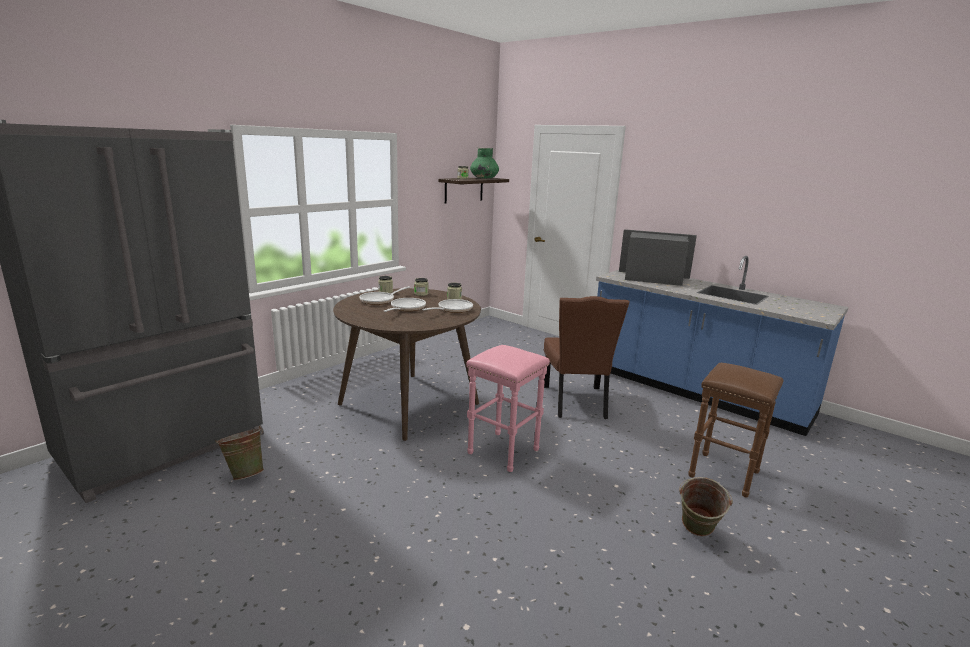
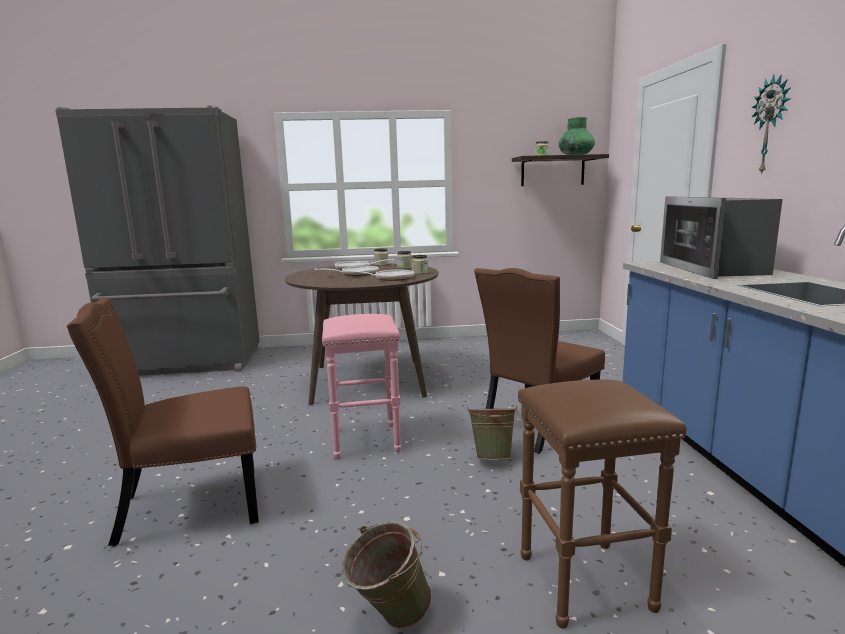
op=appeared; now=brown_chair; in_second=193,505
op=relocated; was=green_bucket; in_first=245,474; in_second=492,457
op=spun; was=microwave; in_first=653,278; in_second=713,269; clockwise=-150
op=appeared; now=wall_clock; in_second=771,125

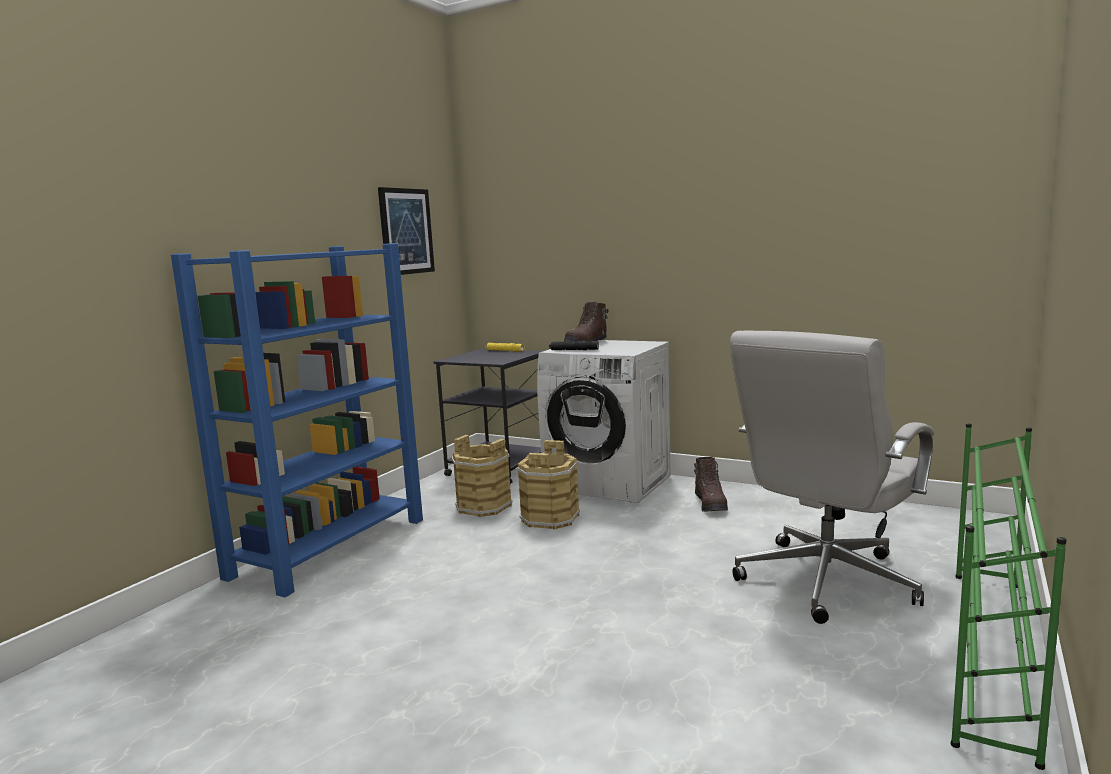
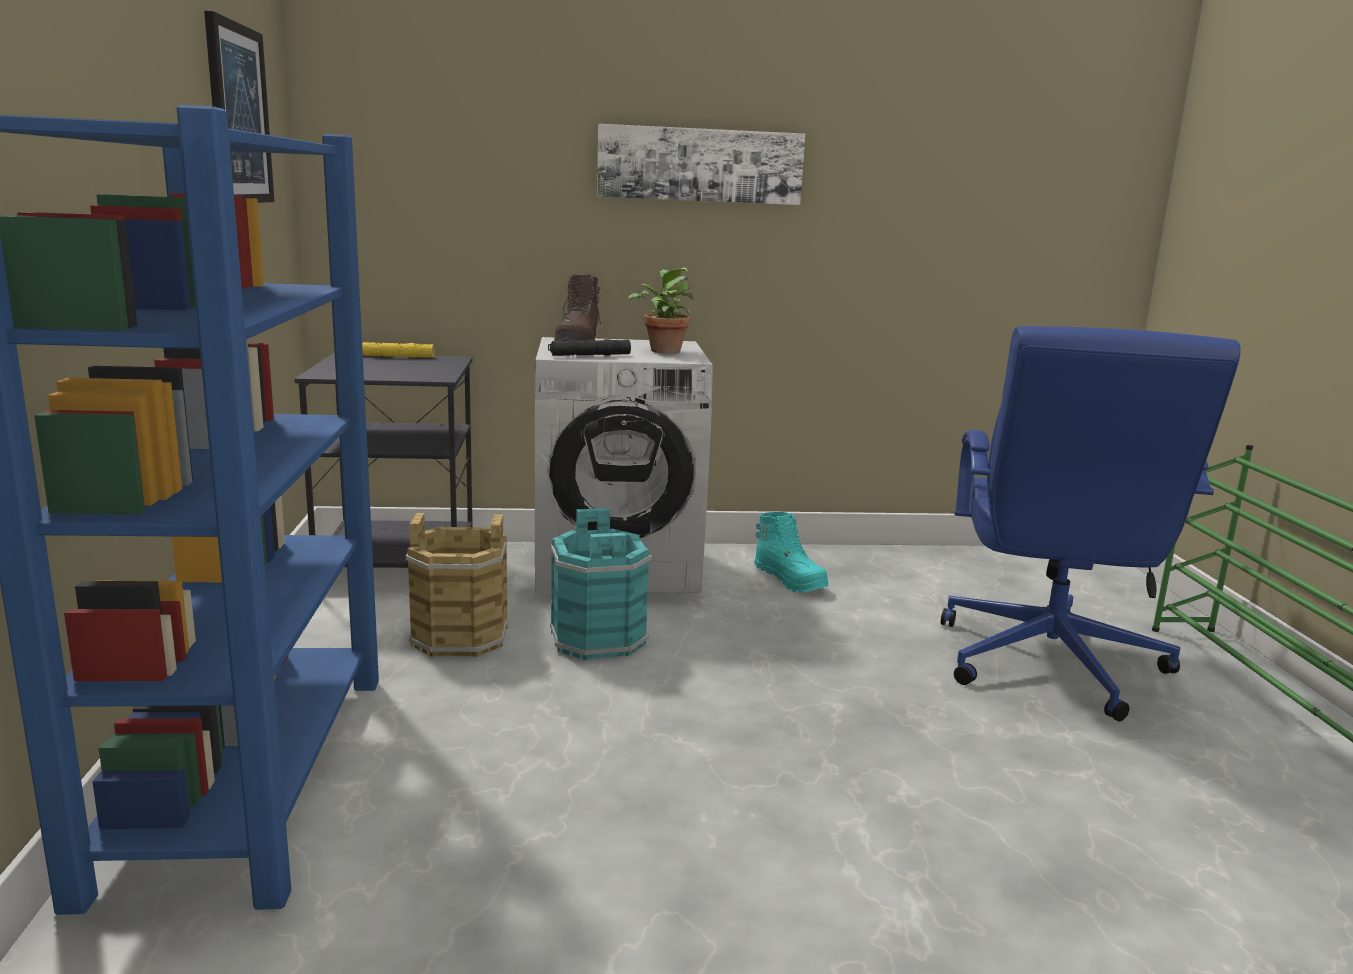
op=colour; was=brown_bucket; now=turquoise_bucket; in_first=550,518; in_second=598,638
op=appeared; now=picture; in_second=700,165
op=appeared; now=potted_plant; in_second=663,350
op=colour; was=brown_boot; now=turquoise_boot; in_first=711,504; in_second=790,580
op=colour; was=grey_office_chair; now=blue_office_chair; in_first=827,579; in_second=1049,660

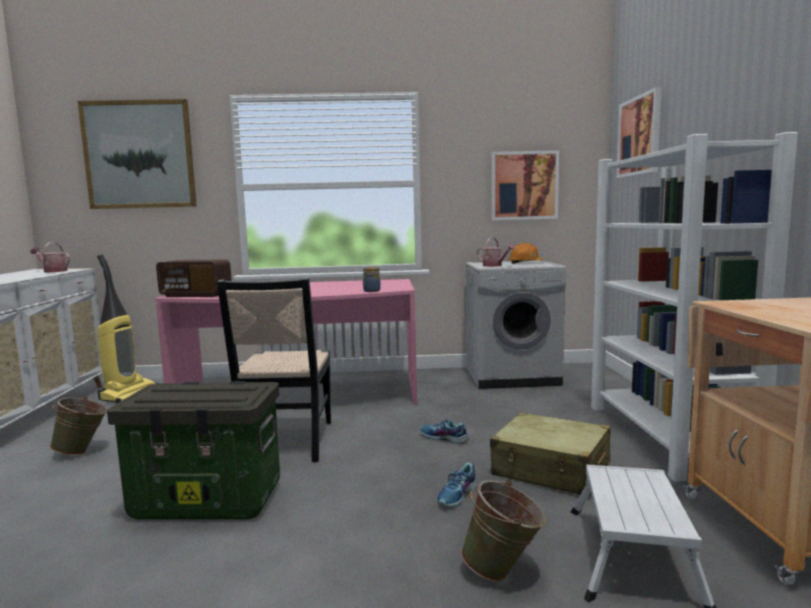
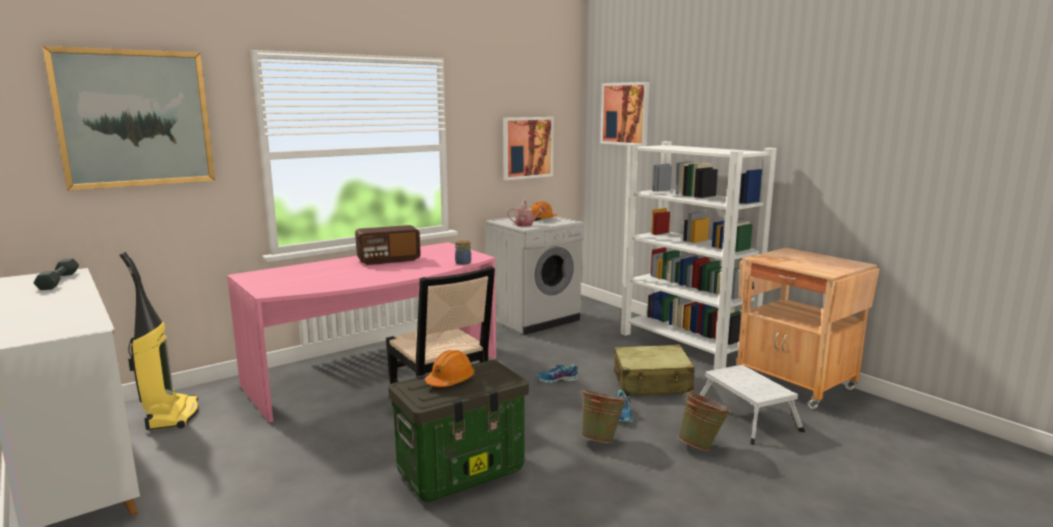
op=exchanged; was=watering_can; now=grey_dumbbell; in_first=53,271; in_second=58,280
op=relocated; was=radio; in_first=196,295; in_second=388,260
op=appeared; now=orange_hard_hat; in_second=450,381
op=relocated; was=green_bucket; in_first=83,451; in_second=601,439

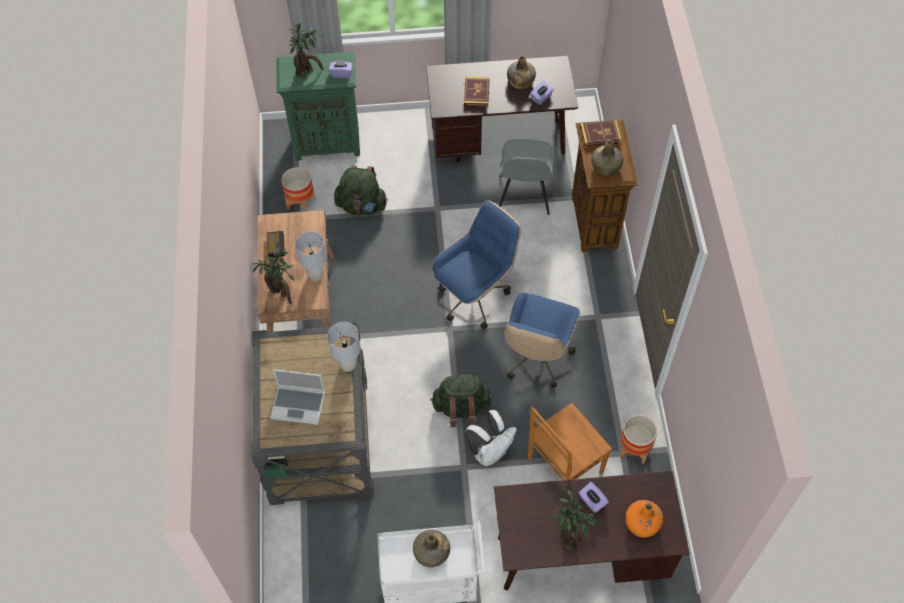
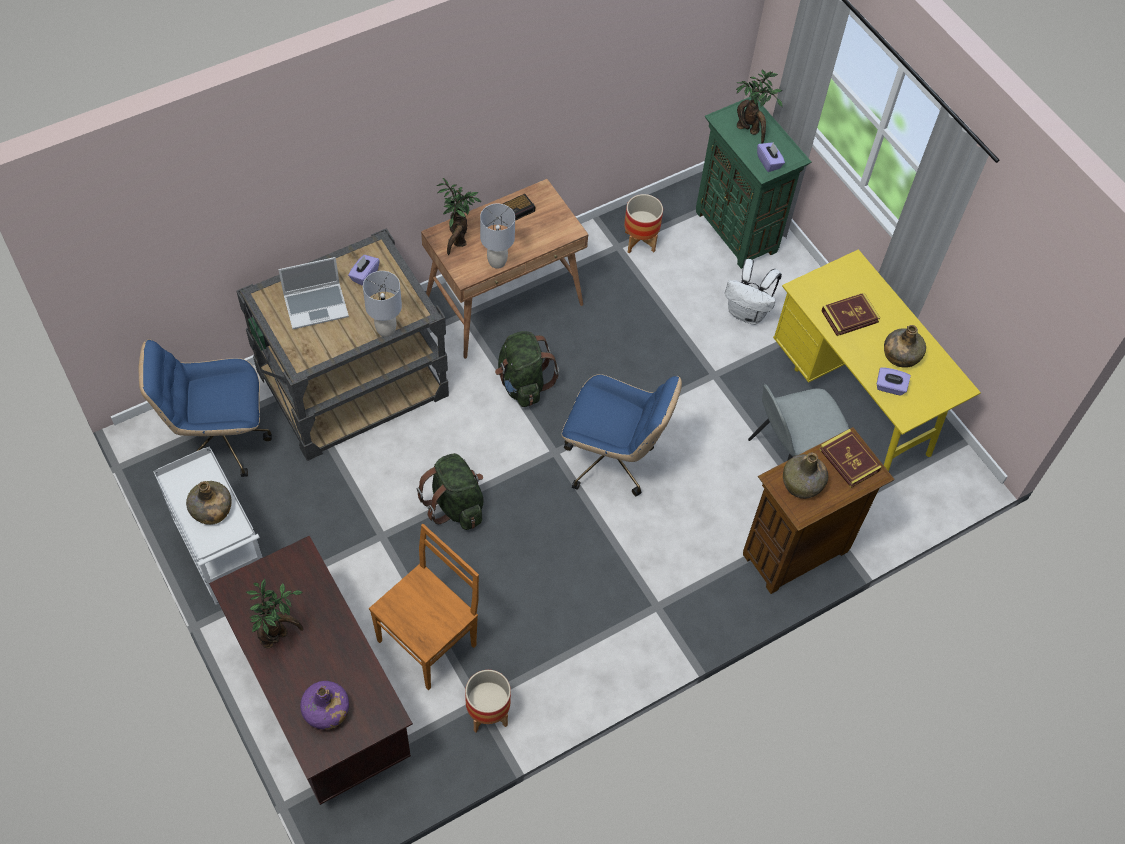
op=relocated; was=blue_office_chair; in_first=536,360; in_second=220,442
op=spun; was=laptop; in_first=299,405; in_second=317,306; clockwise=-90
op=colour; was=orange_bottle; now=purple_bottle; in_first=642,523; in_second=326,711
op=relocated; was=purple_tissue_box; in_first=592,501; in_second=364,275
op=spun; was=brown_chair; in_first=563,467; in_second=429,641; clockwise=105
op=relocated; was=green_backpack; in_first=362,206; in_second=523,383
op=relocated; was=white_backpack; in_first=490,452; in_second=747,313
op=colour; was=brown_desk; now=yellow_desk; in_first=498,141; in_second=854,401

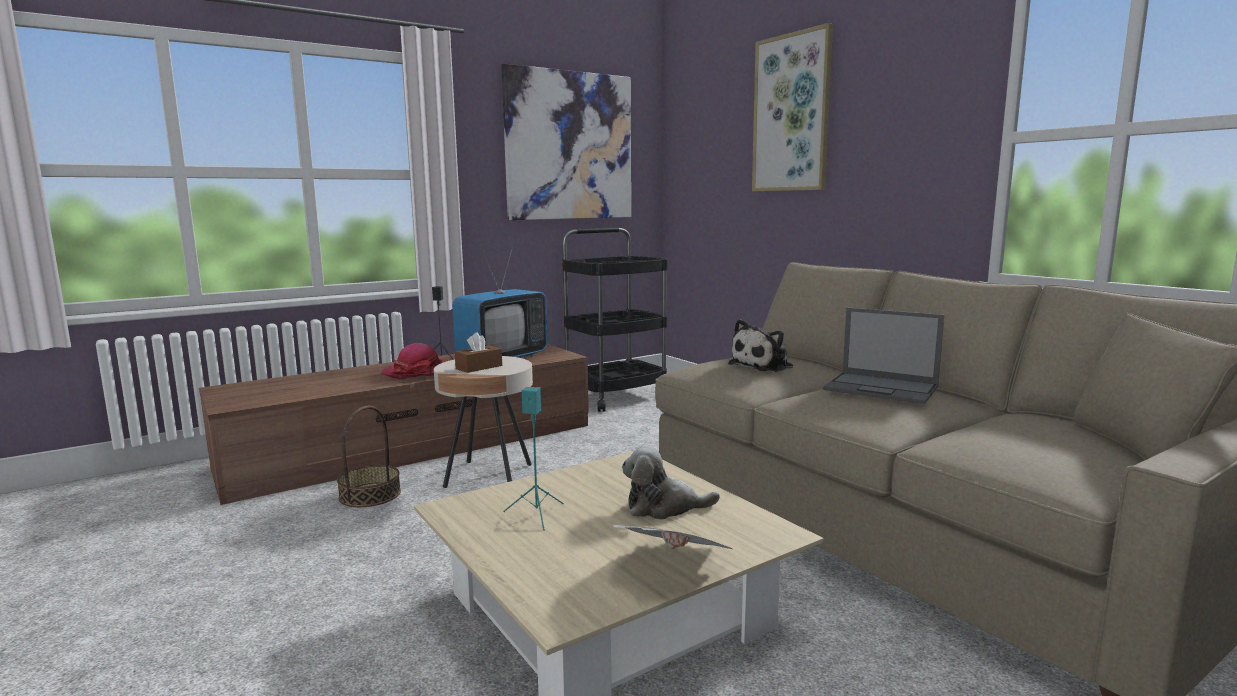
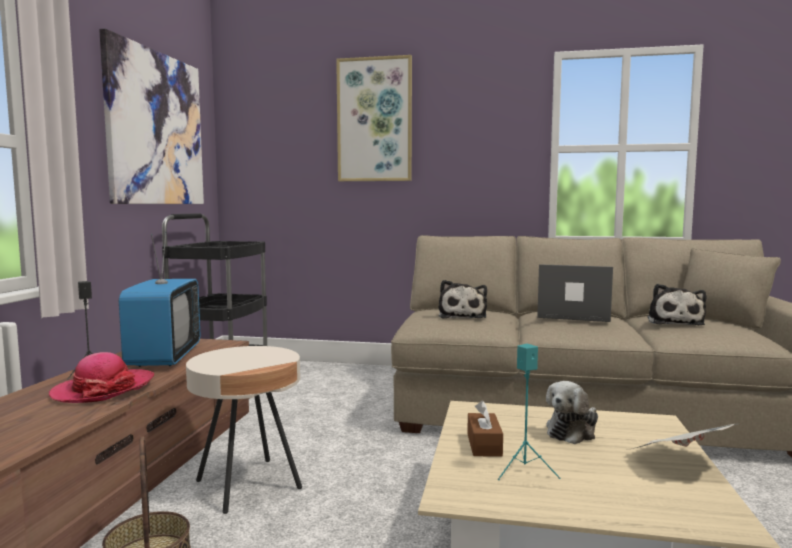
op=relocated; was=brown_tissue_box; in_first=479,367; in_second=484,445
op=spun; was=laptop; in_first=882,388; in_second=572,315; clockwise=-150
op=appeared; now=plush_toy; in_second=674,322

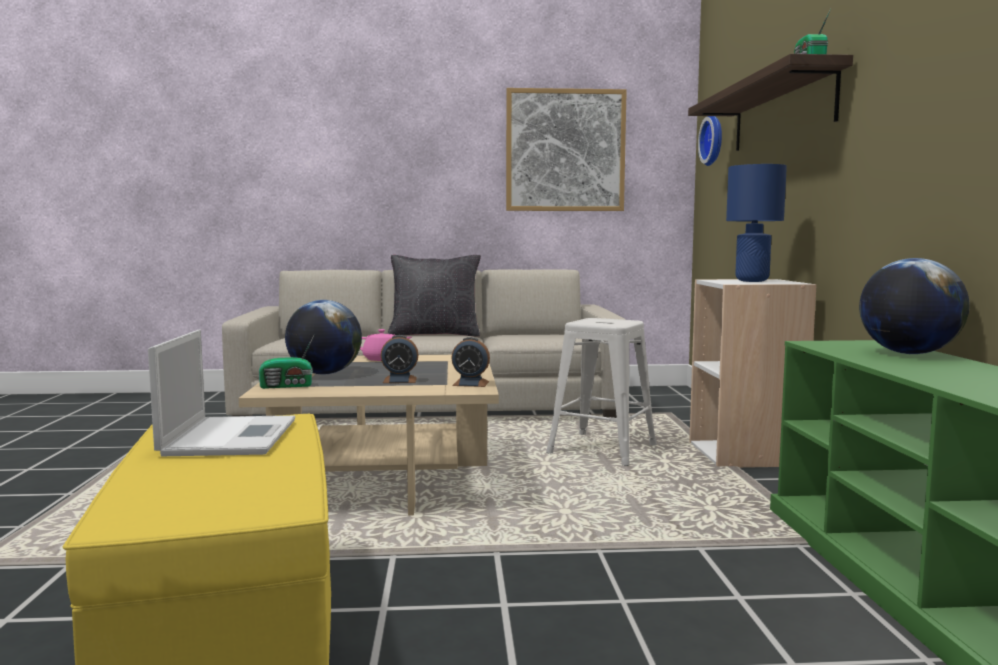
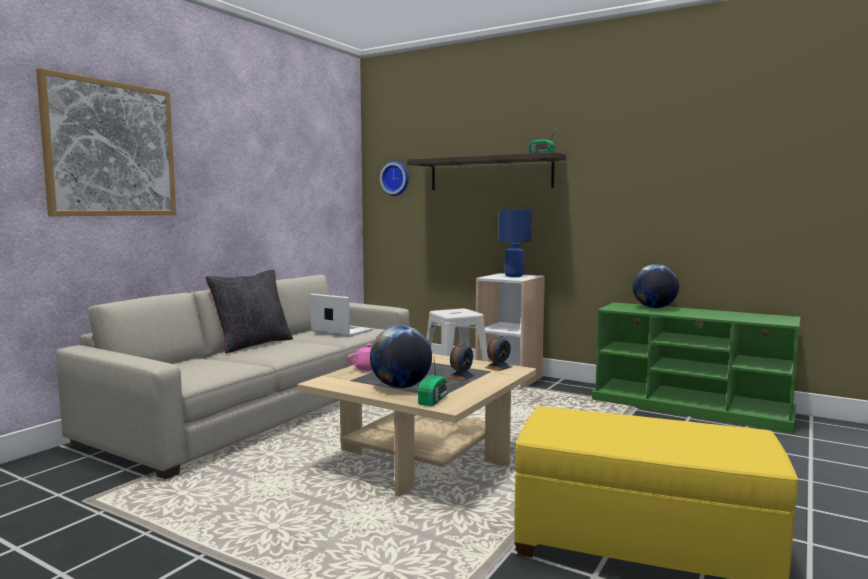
op=relocated; was=picture; in_first=565,150; in_second=111,149
op=relocated; was=laptop; in_first=230,436; in_second=341,331

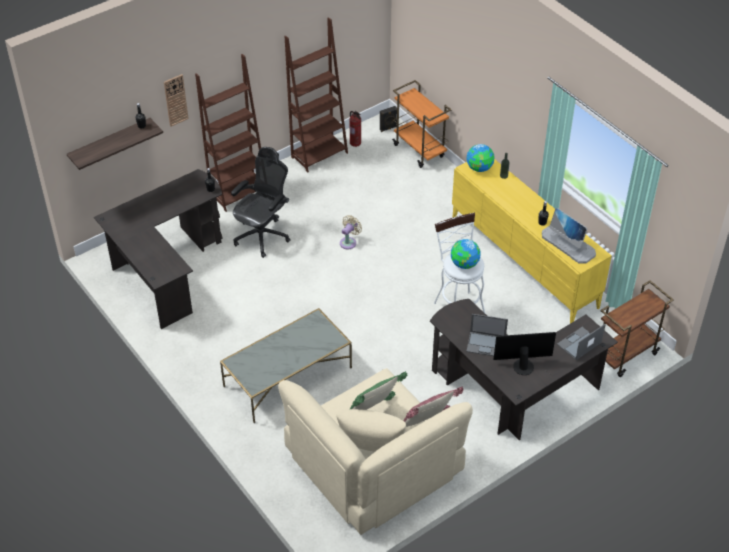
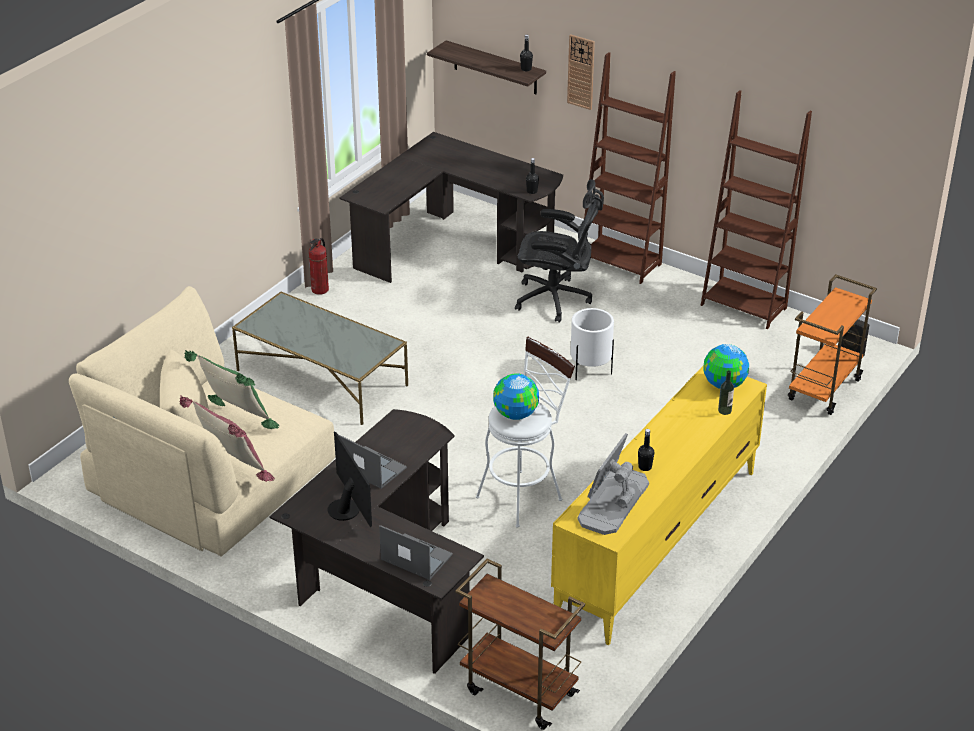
op=relocated; was=fire_extinguisher; in_first=355,143; in_second=320,290
op=spun; was=laptop; in_first=486,344; in_second=372,467; clockwise=135
op=exchanged; was=beige_fan; now=white_planter; in_first=349,242; in_second=590,370

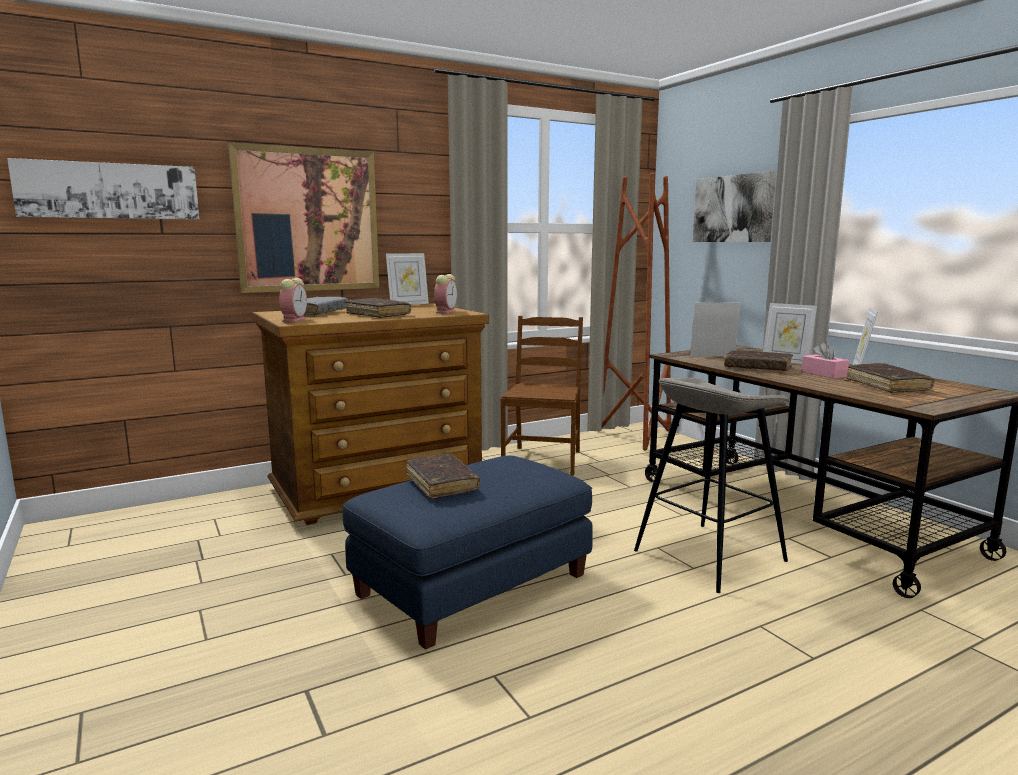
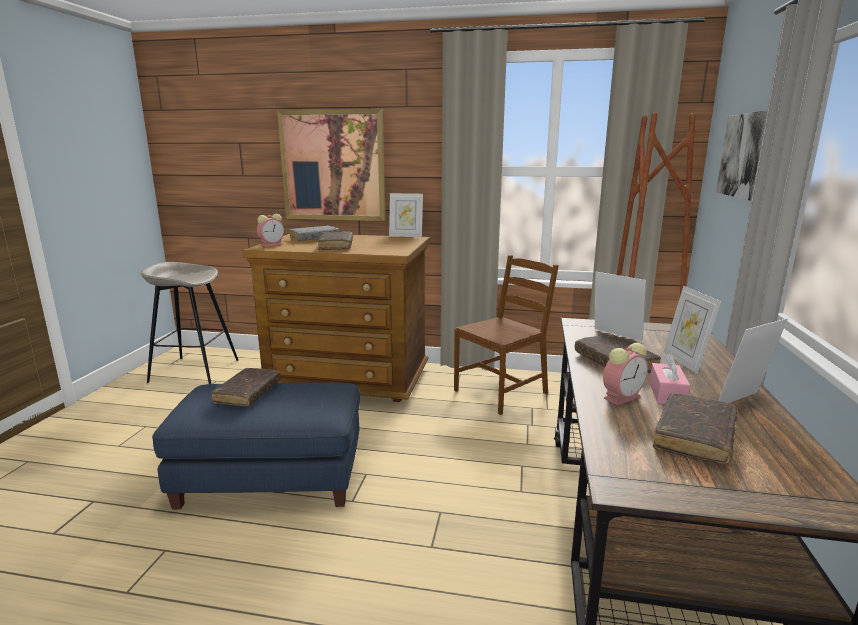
op=relocated; was=grey_stool; in_first=708,555; in_second=194,370
op=relocated; was=alarm_clock; in_first=445,312; in_second=622,397
op=missing; was=picture; in_first=109,191

